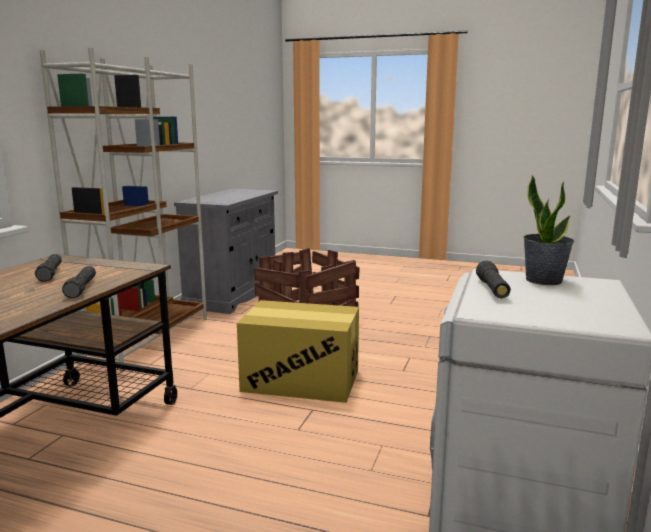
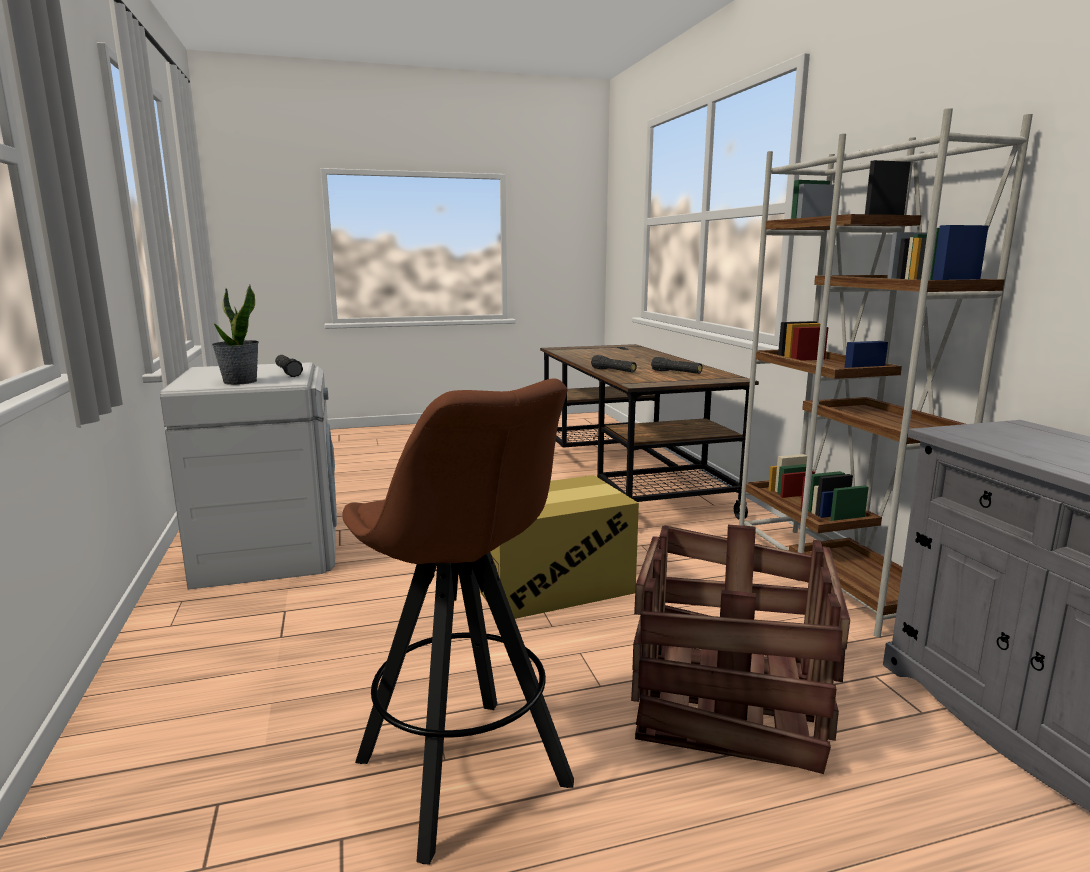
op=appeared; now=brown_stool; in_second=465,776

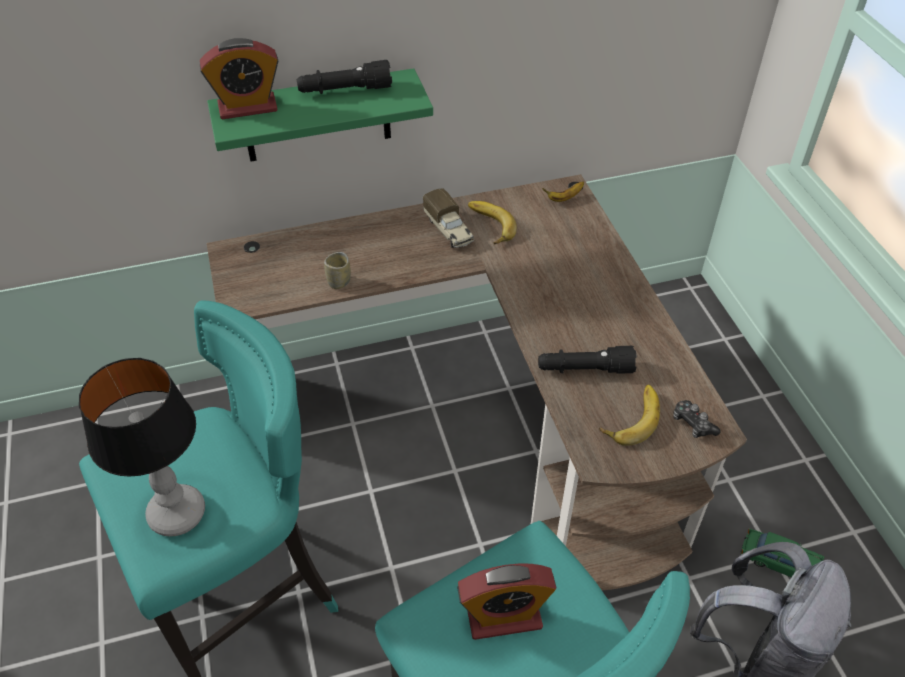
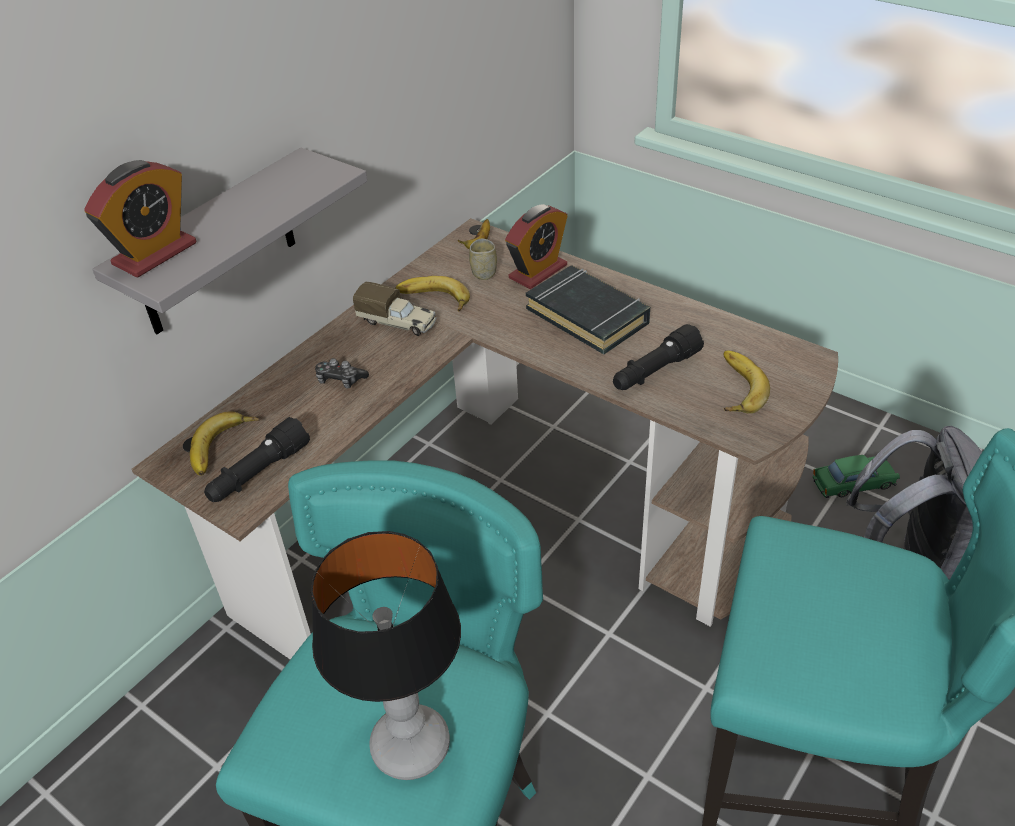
op=colour; was=green_shelf; now=grey_shelf; in_first=317,116; in_second=216,245
op=appeared; now=banana; in_second=224,448
op=relocated; was=black_flashlight; in_first=345,90; in_second=258,473
op=relocated; was=game_controller; in_first=693,424; in_second=340,380
op=relocated; was=cup; in_first=339,282; in_second=484,273
op=relocated; was=alarm_clock; in_first=504,616; in_second=538,272
op=appeared; now=black_book; in_second=588,315

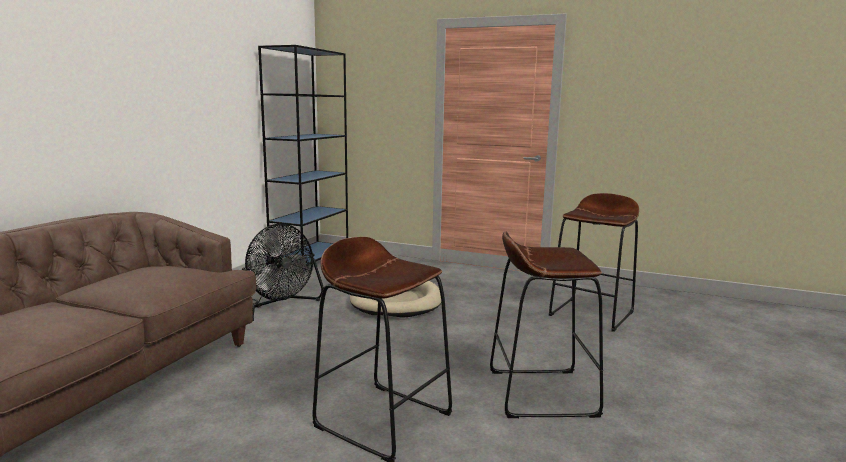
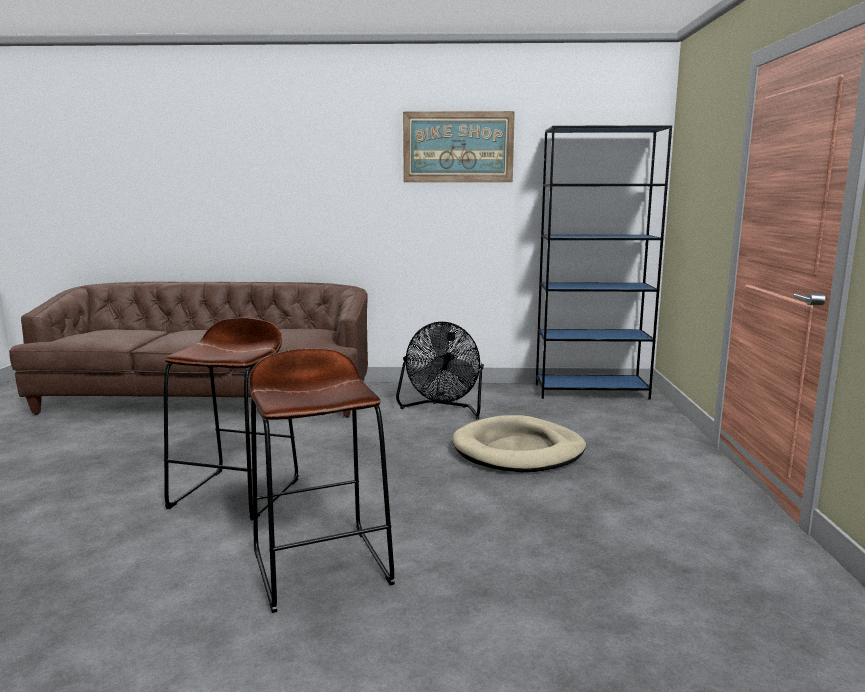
op=appeared; now=picture; in_second=458,147
op=missing; was=brown_stool; in_first=592,313

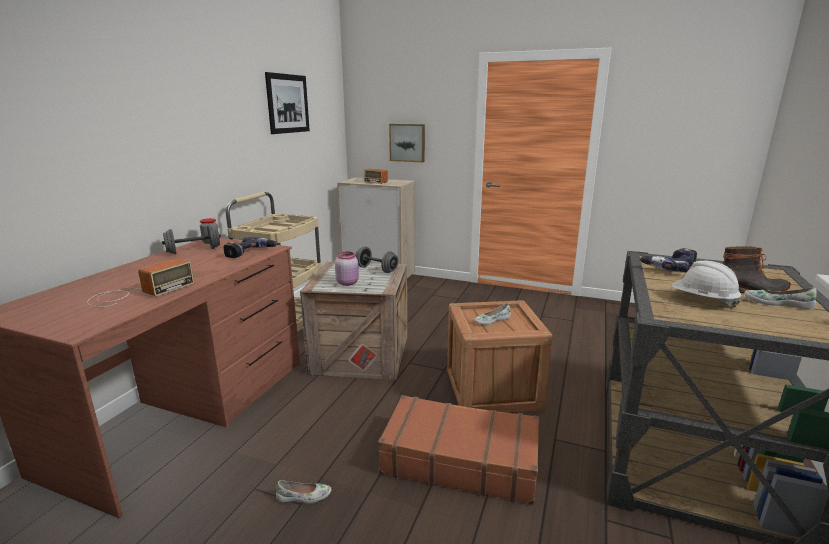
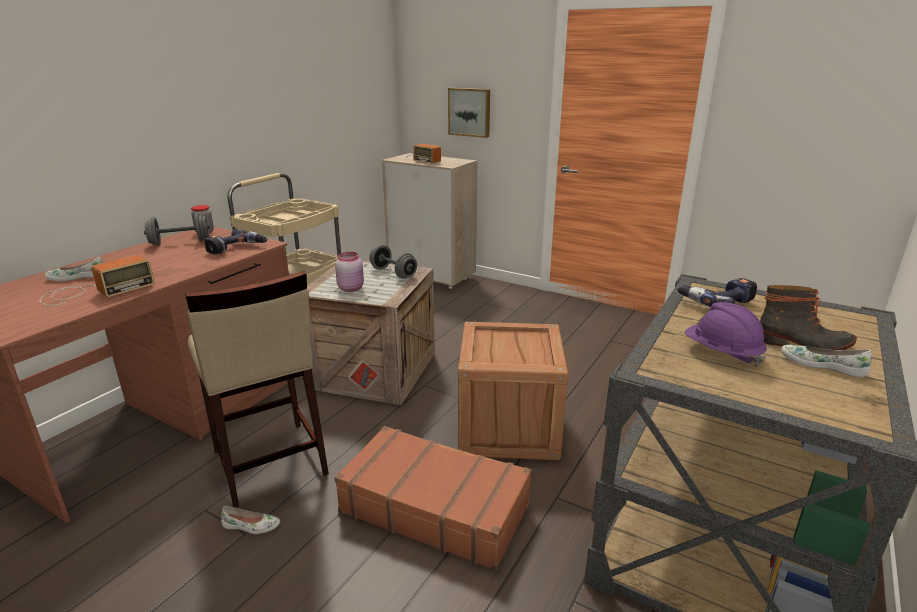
op=relocated; was=white_shoe; in_first=491,320; in_second=77,277
op=appeared; now=beige_stool; in_second=269,463
op=colour; was=white_hard_hat; now=purple_hard_hat; in_first=702,300; in_second=721,353
op=missing; was=picture; in_first=288,103

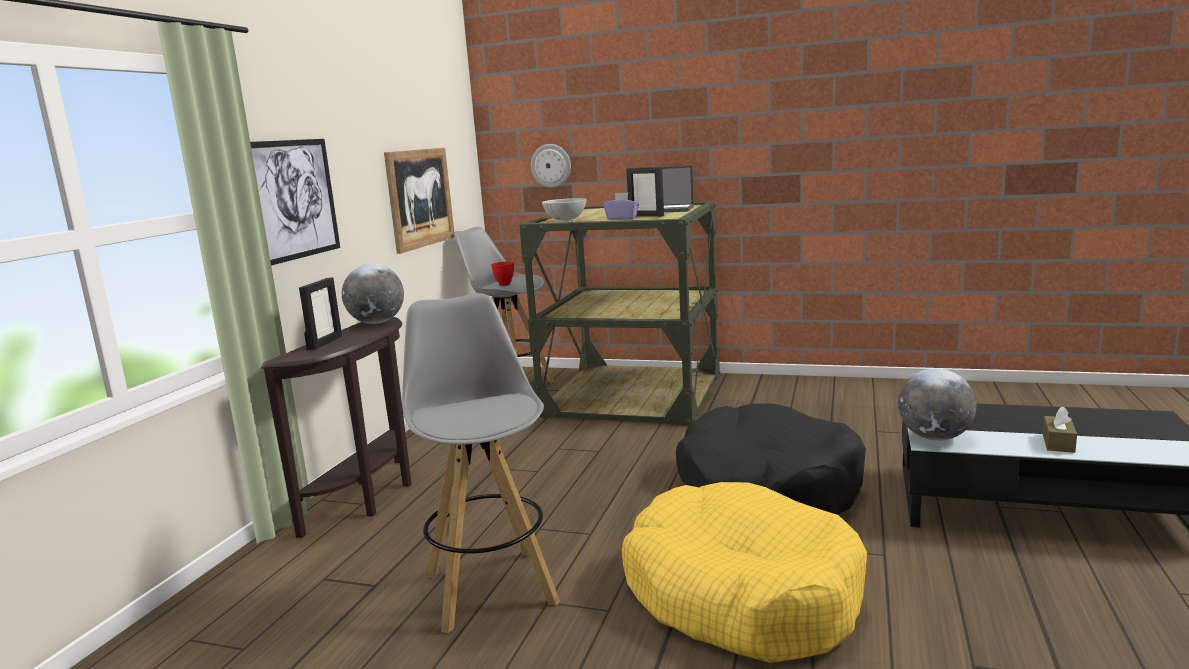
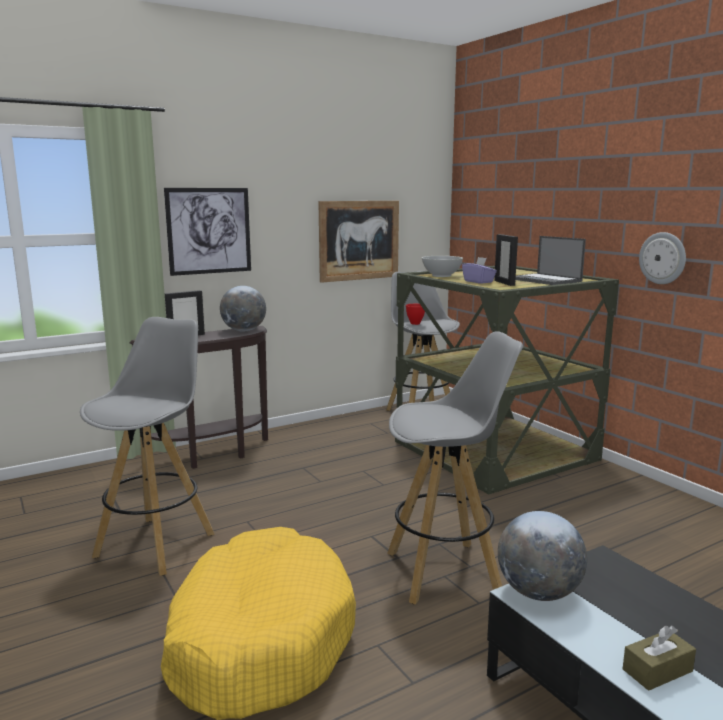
op=exchanged; was=black_dog_bed; now=grey_stool; in_first=768,485; in_second=445,572
op=relocated; was=wall_clock; in_first=551,165; in_second=663,258

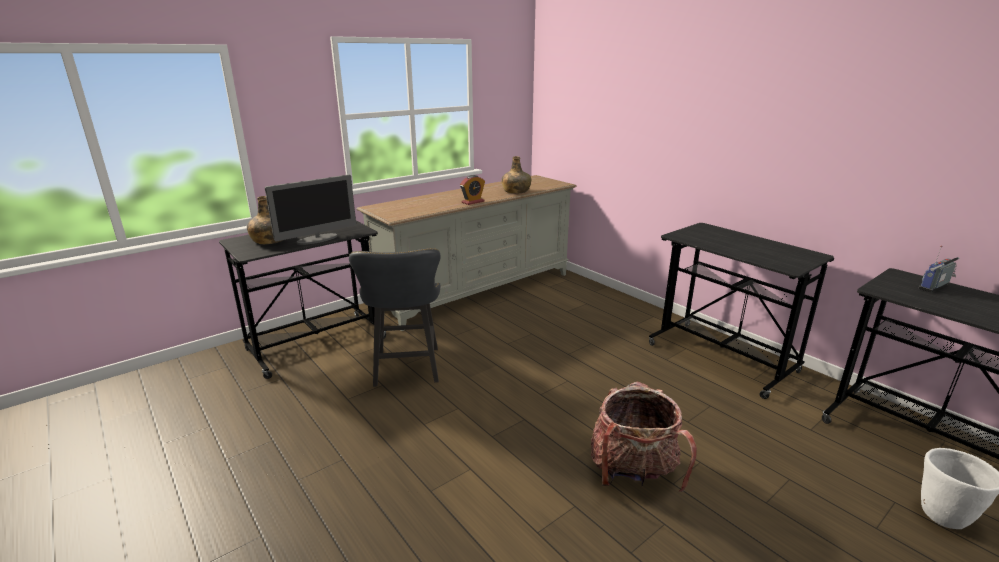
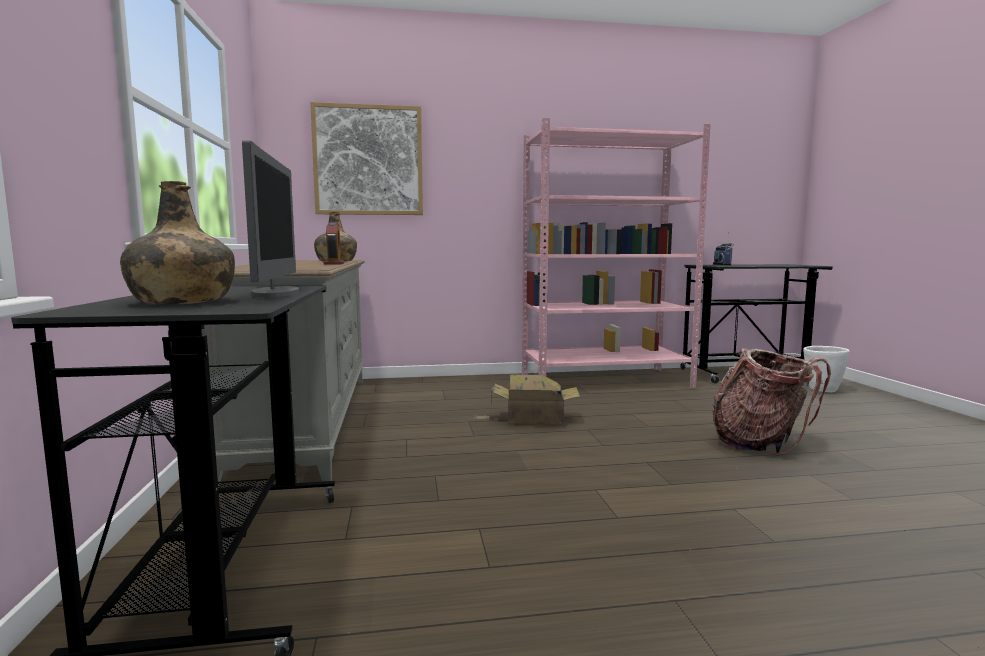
op=appeared; now=picture; in_second=368,160
op=appeared; now=cardboard_box; in_second=532,418
op=exchanged; was=black_desk; now=pink_bookcase; in_first=721,357; in_second=604,380
op=missing; was=grey_stool; in_first=406,372

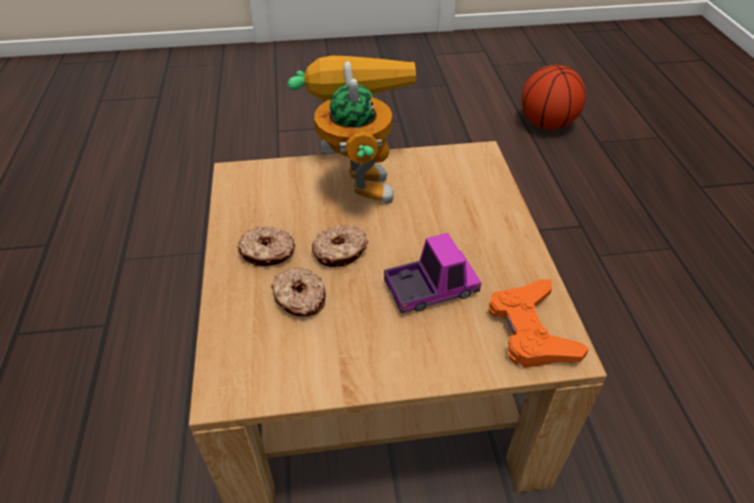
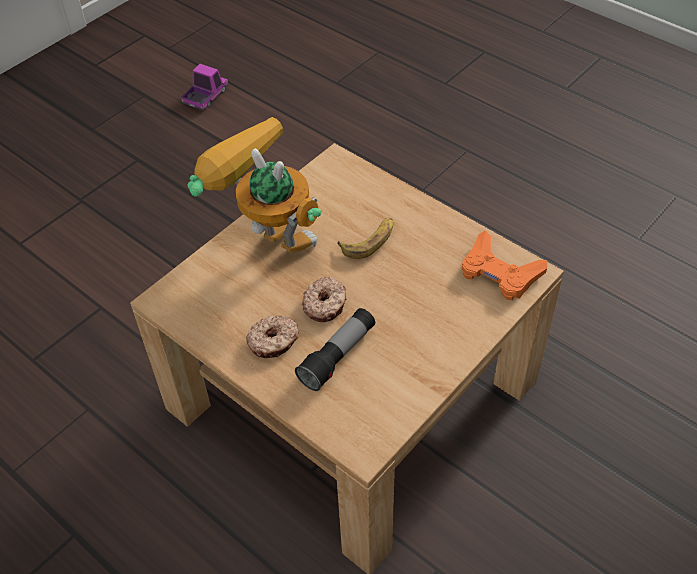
op=relocated; was=toy_truck; in_first=430,289; in_second=206,96
op=exchanged; was=donut; now=flashlight; in_first=299,299; in_second=338,356
op=appeared; now=banana; in_second=369,241
op=missing; was=basketball; in_first=547,124

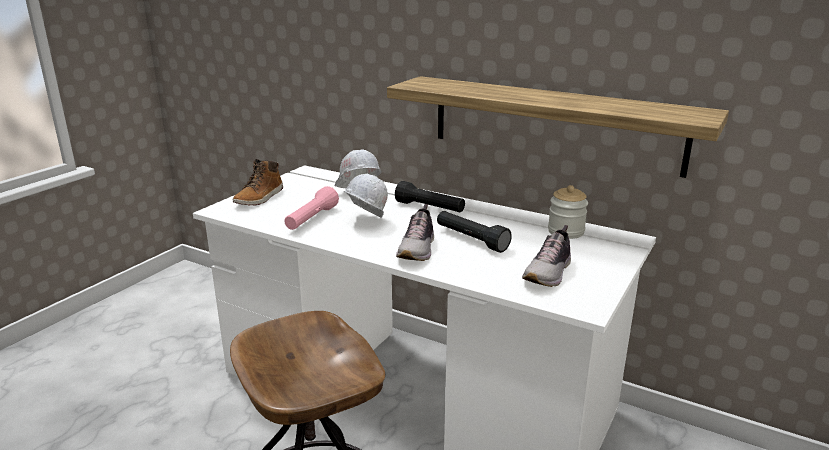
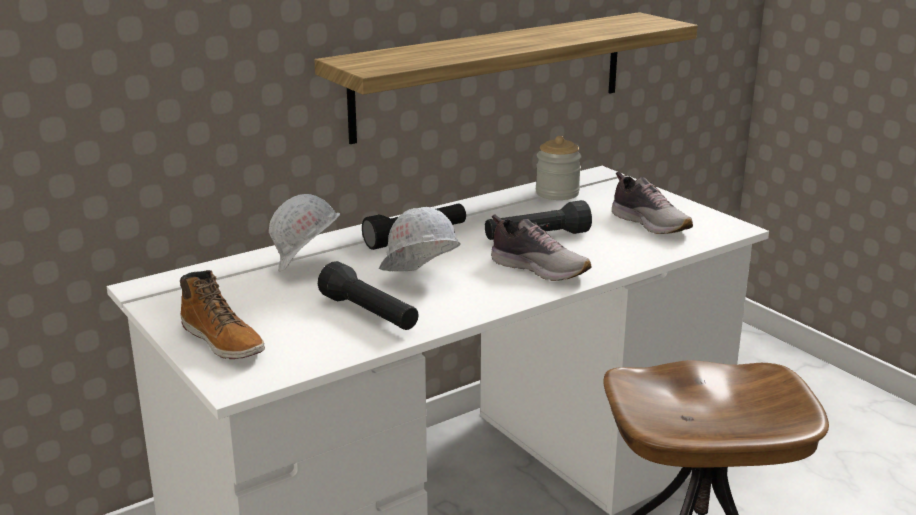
op=colour; was=pink_flashlight; now=black_flashlight; in_first=311,219; in_second=370,314

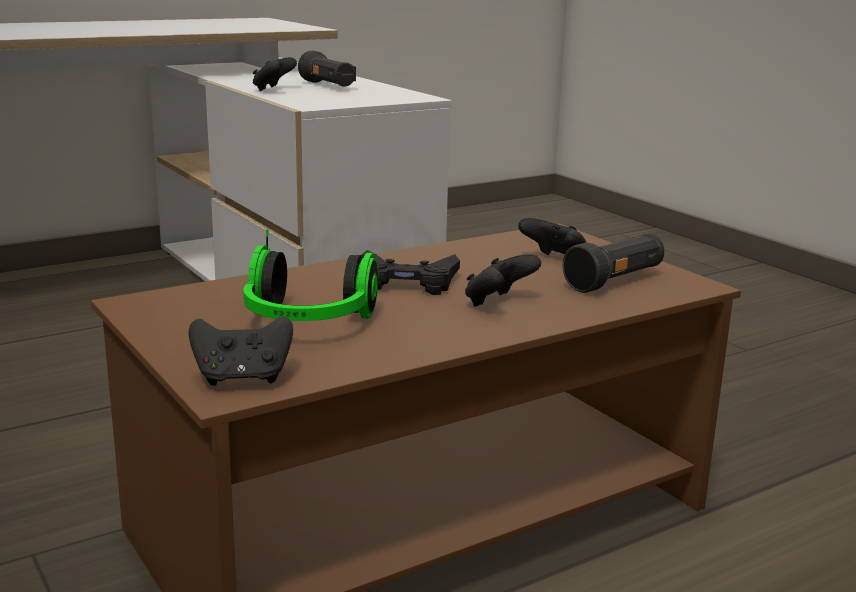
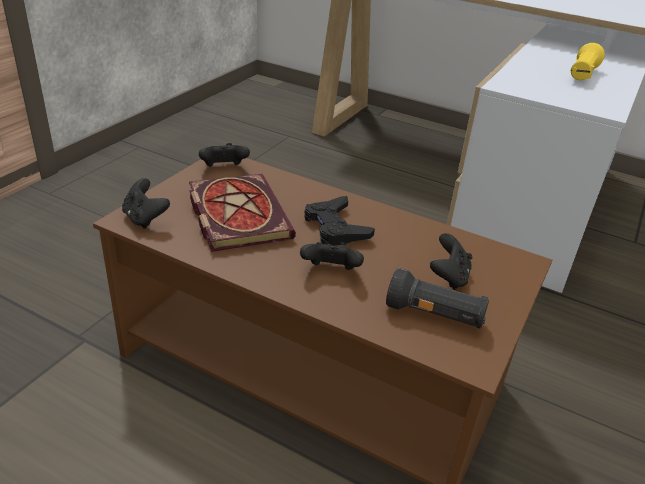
op=exchanged; was=headphones; now=book; in_first=307,322; in_second=235,214
op=relocated; was=black_game_controller; in_first=273,89; in_second=224,168
op=colour; was=black_flashlight; now=yellow_flashlight; in_first=328,86; in_second=582,75

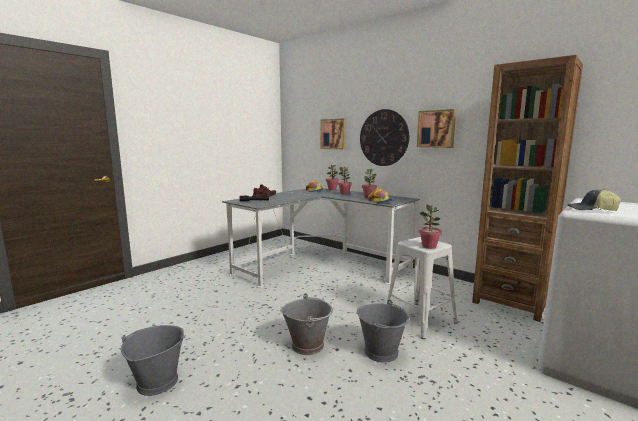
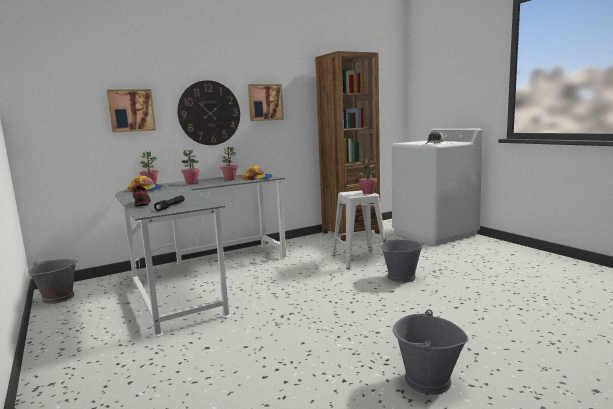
op=relocated; was=grey_bucket; in_first=308,345; in_second=58,298

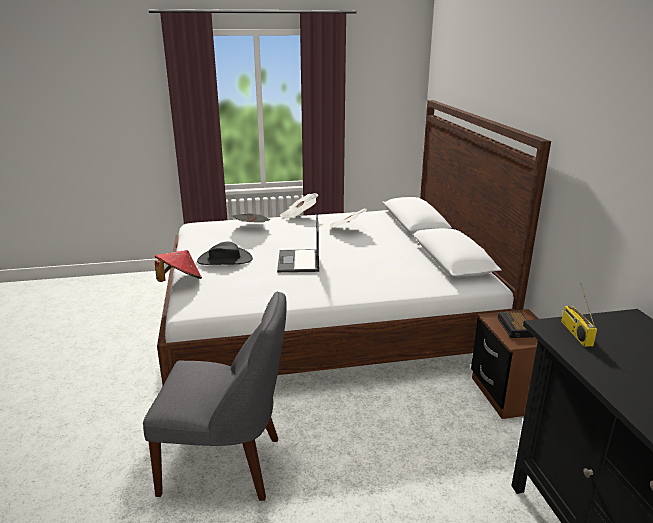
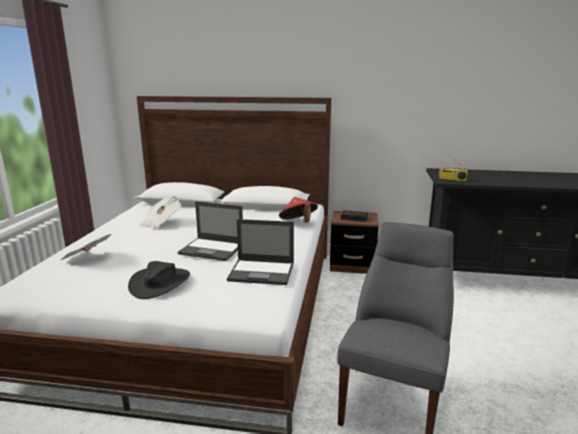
op=appeared; now=laptop; in_second=262,272
op=relocated; was=red_hat; in_first=179,281; in_second=298,223
op=missing; was=newspaper; in_first=299,216

